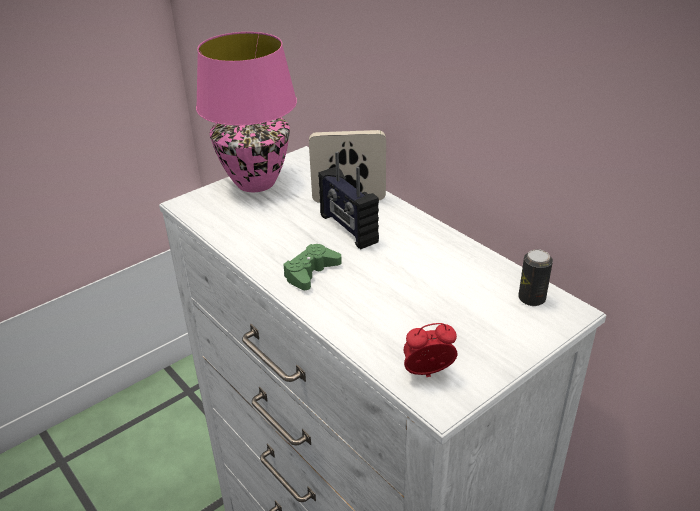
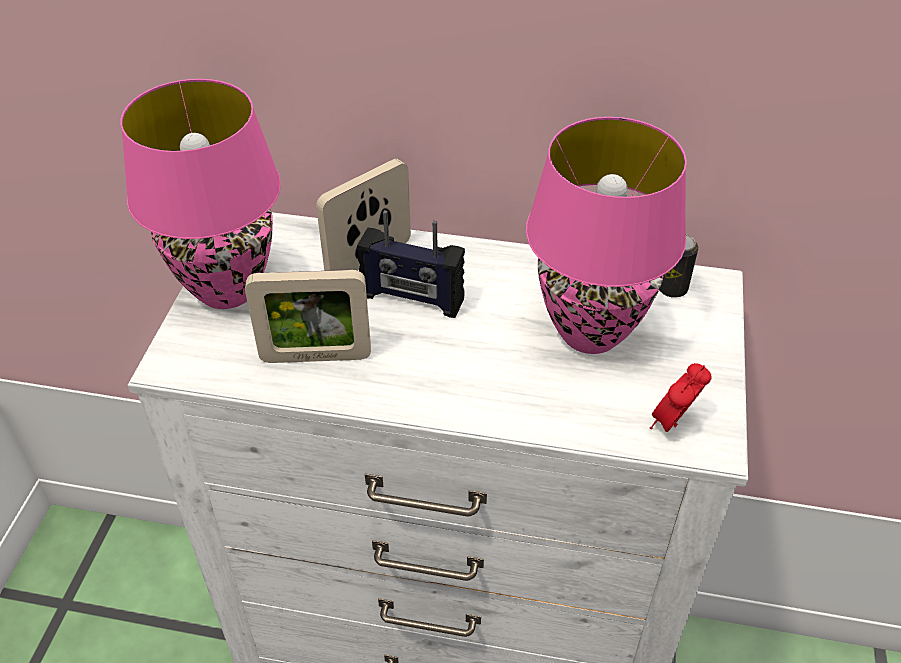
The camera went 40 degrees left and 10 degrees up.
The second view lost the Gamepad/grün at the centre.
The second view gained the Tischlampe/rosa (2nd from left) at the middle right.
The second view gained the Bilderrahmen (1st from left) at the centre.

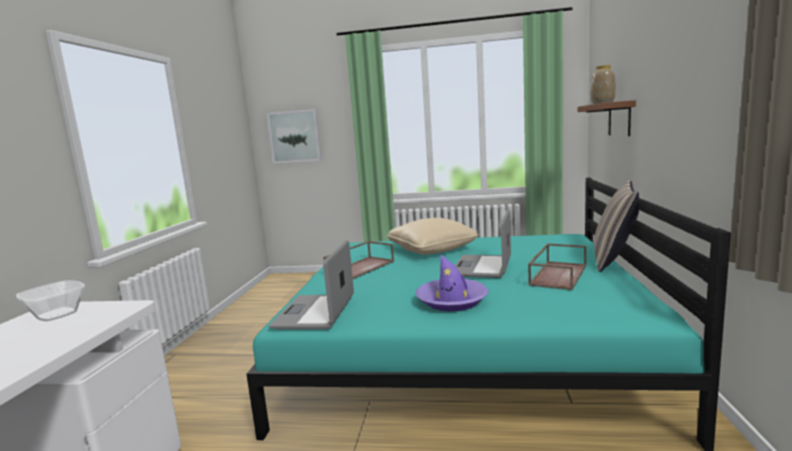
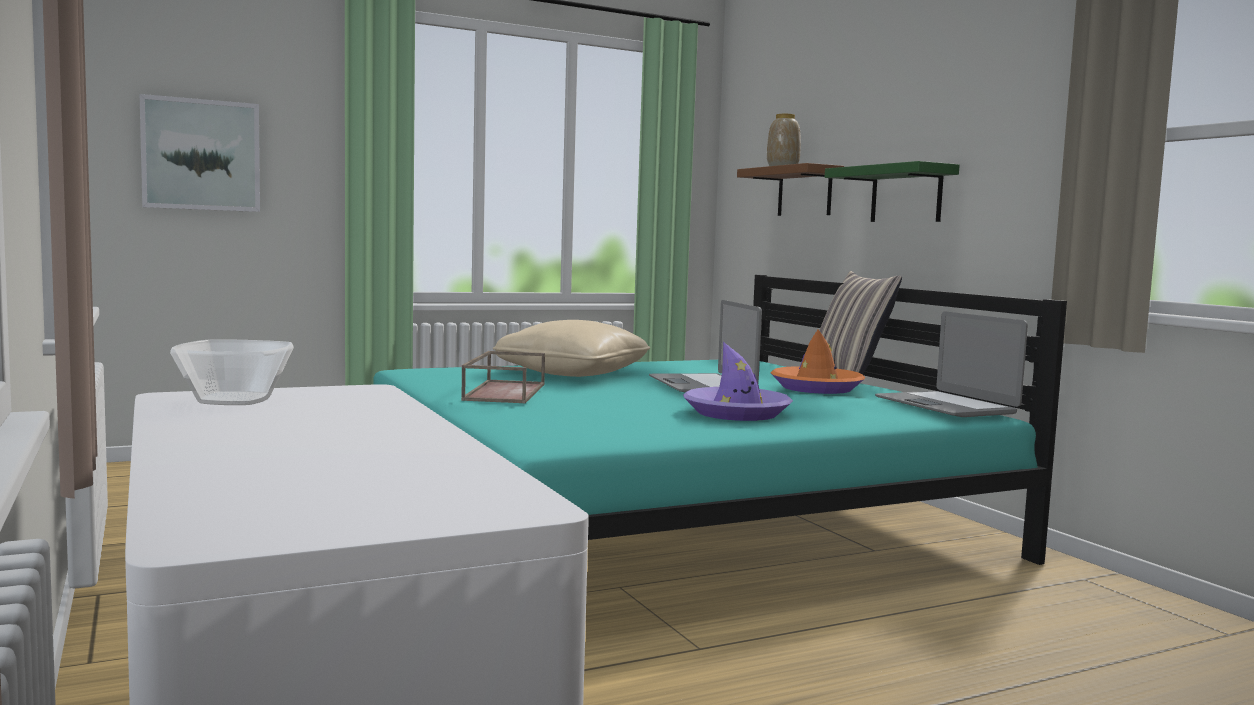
The camera went 35 degrees left and 5 degrees down.
The Laptop (1st from left in the first image) ended up elsewhere, having gone from the centre to the middle right.
Where the Tablett/braun (2nd from left) stood at the middle right, the Hut/orange came to stand at the centre.
The second view gained the Wandregal/grün at the top right.

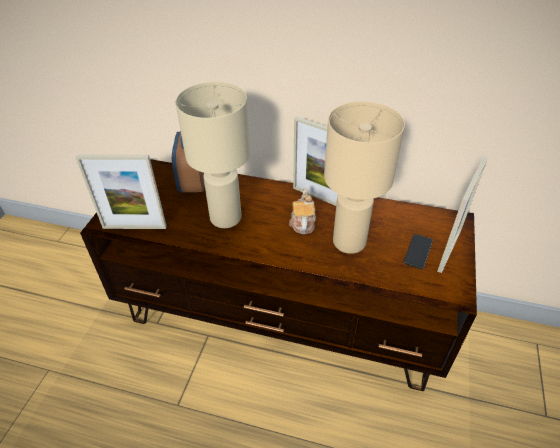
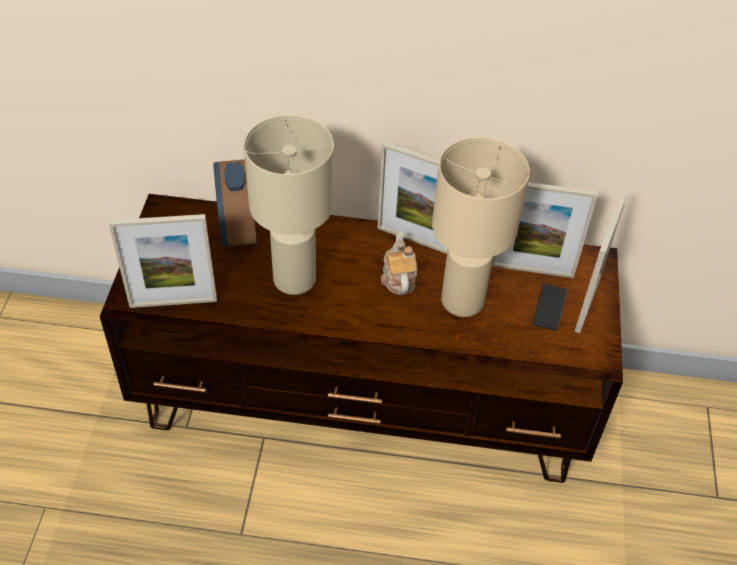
The camera went 10 degrees left and 5 degrees up.
The second view gained the Bilderrahmen (3rd from left) at the middle right.

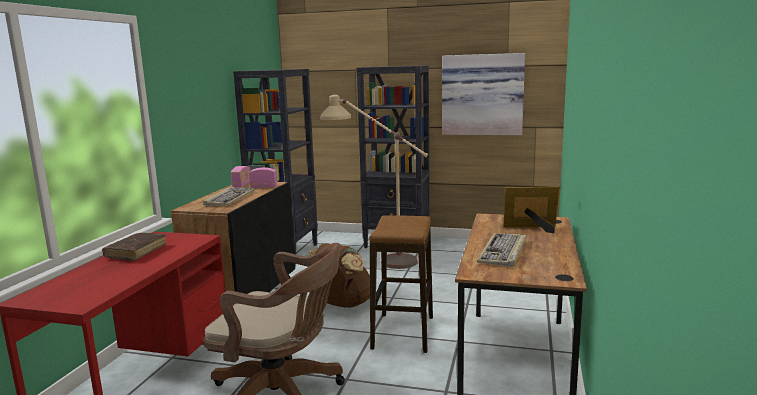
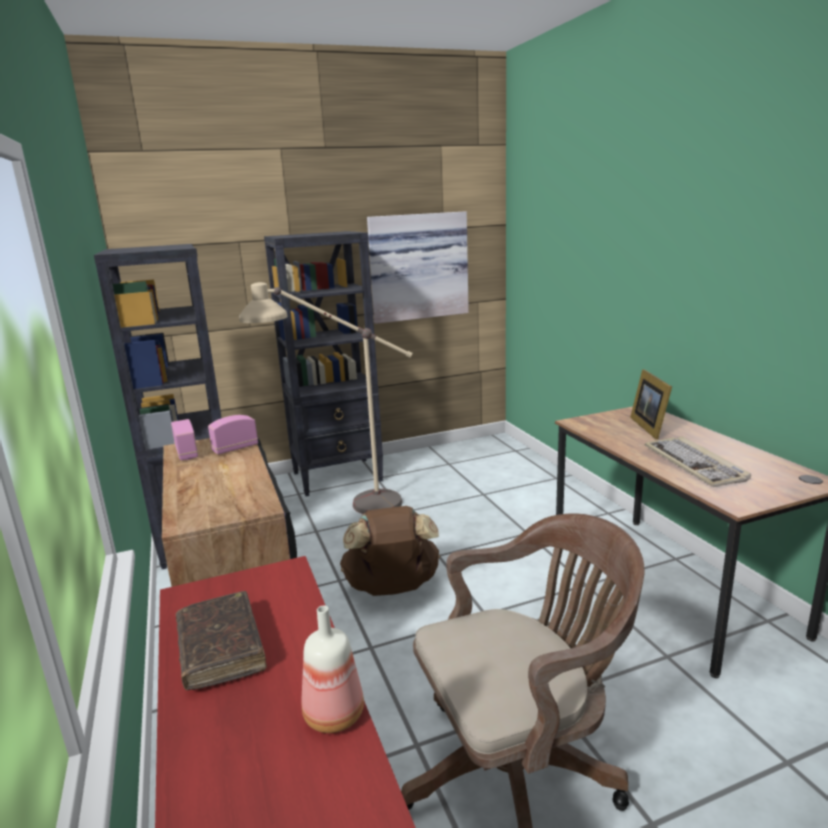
The camera went 35 degrees left and 5 degrees up.
The Bilderrahmen at the middle right ended up facing another way, 60 degrees counterclockwise from before.
The second view lost the Tastatur (1st from left) at the middle left.
The second view lost the Hocker at the bottom centre.
The second view gained the Flasche at the bottom centre.

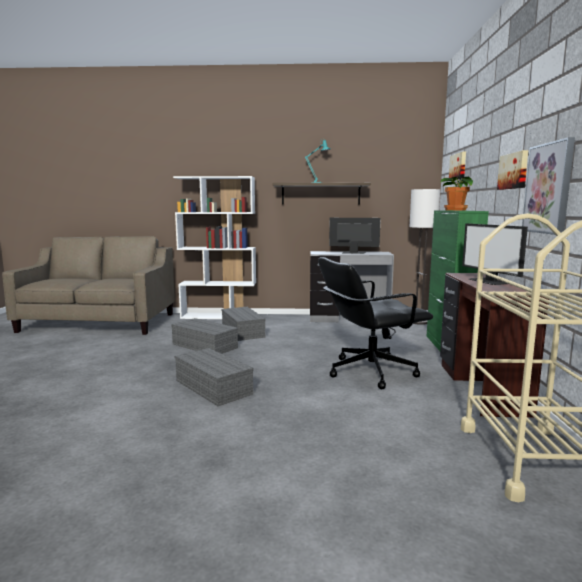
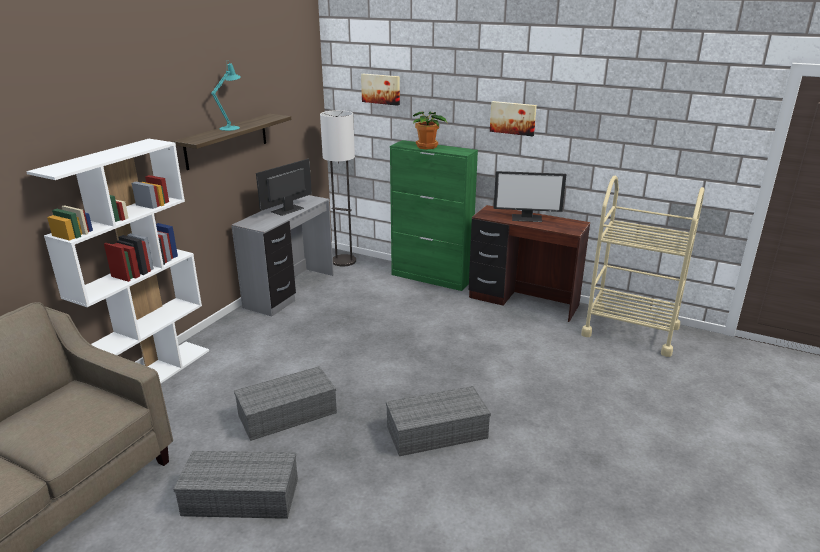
The camera went 65 degrees left and 15 degrees up.
The second view lost the Bild (3rd from left) at the top right.
The second view lost the Bürostuhl/schwarz at the centre.
The Aufbewahrungsbox/grau (3rd from left in the first image) ended up elsewhere, having gone from the centre to the bottom left.

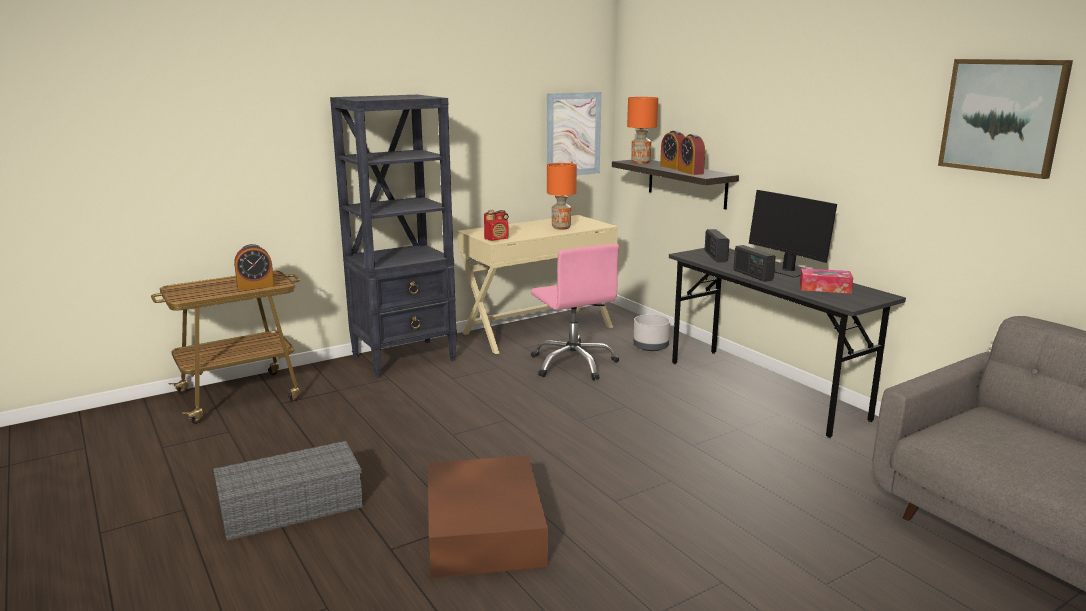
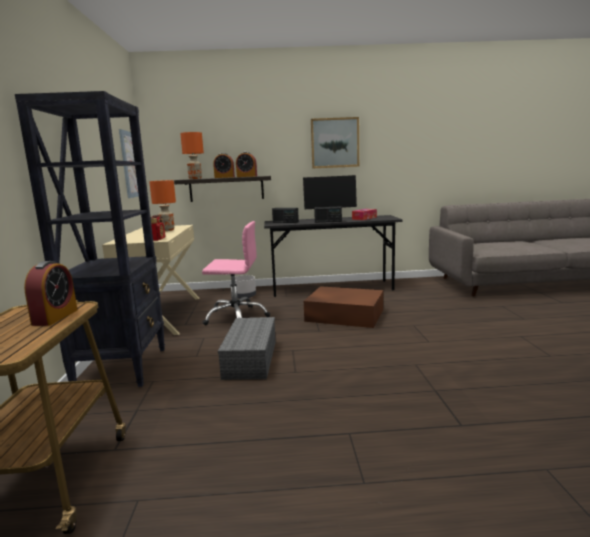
The camera went 60 degrees left and 5 degrees down.
The Bild (2nd from left) ended up elsewhere, having gone from the top right to the top centre.
The Aufbewahrungsbox/grau ended up elsewhere, having gone from the bottom left to the centre.
The Aufbewahrungsbox/braun ended up elsewhere, having gone from the bottom centre to the centre.

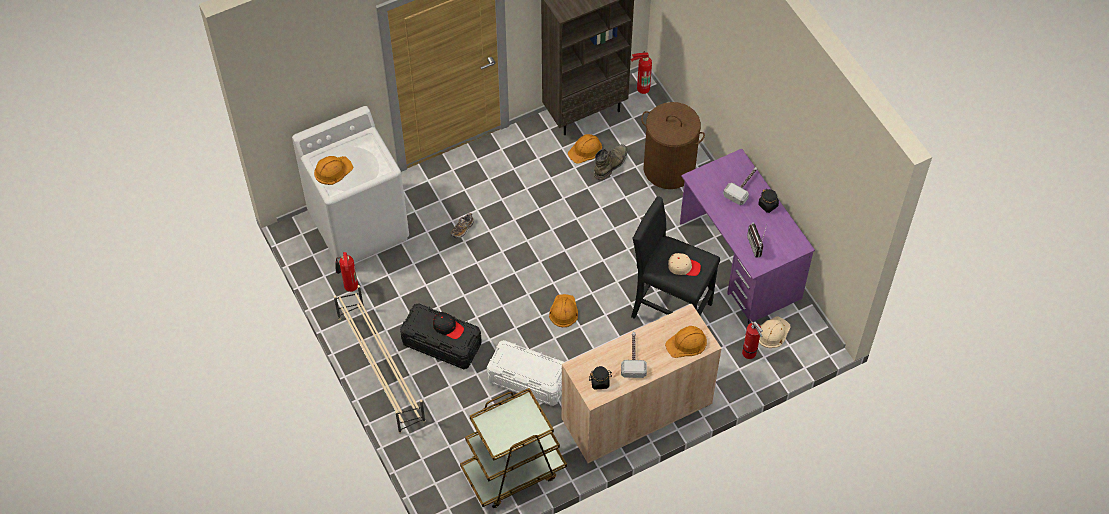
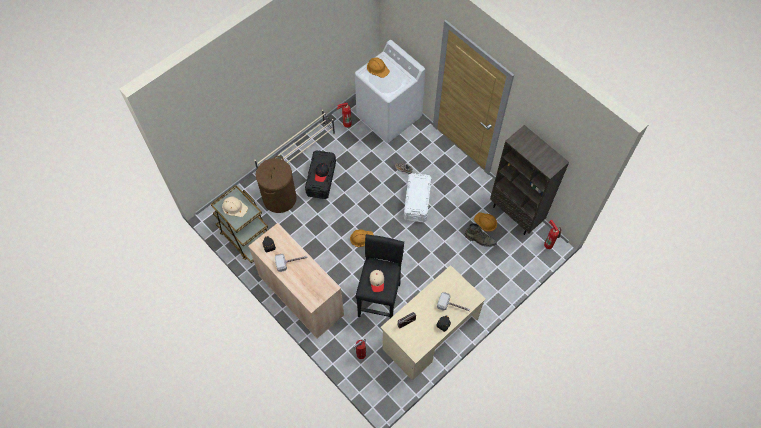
The camera went 75 degrees right and 5 degrees up.
The Wäschekorb/braun ended up elsewhere, having gone from the top centre to the centre.
What was the Schreibtisch/lila at the middle right turned into the Schreibtisch/beige at the bottom centre.
The Schutzhelm/beige ended up elsewhere, having gone from the middle right to the middle left.
The second view lost the Schutzhelm/orange (4th from left) at the centre.
The Aufbewahrungsbox/weiß ended up elsewhere, having gone from the bottom centre to the centre.

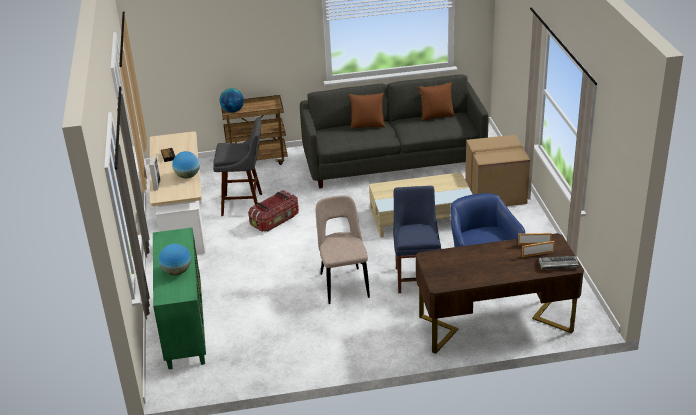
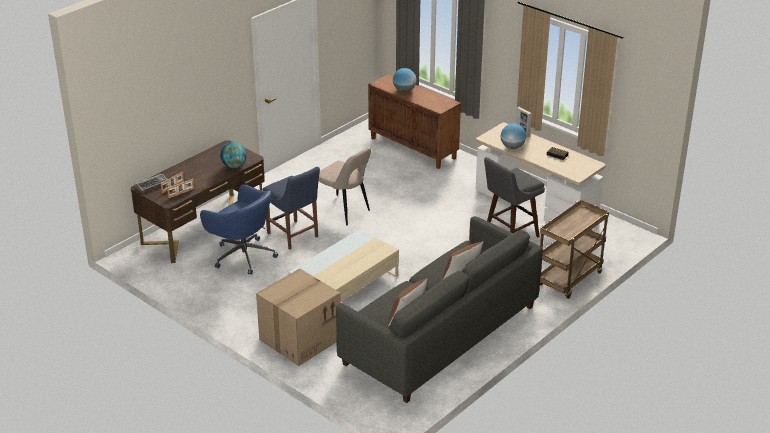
The camera went 140 degrees right and 0 degrees up.
The Globus (3rd from left in the first image) ended up elsewhere, having gone from the top centre to the middle left.
The second view lost the Aufbewahrungsbox at the centre.
What was the Schrank/grün at the bottom left turned into the Schrank/braun at the top centre.

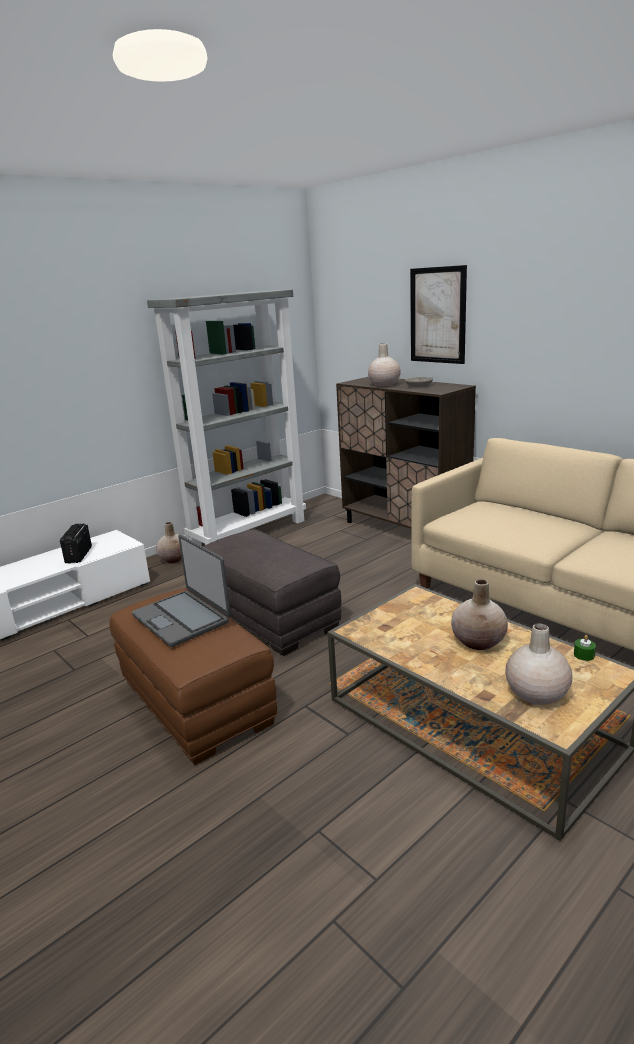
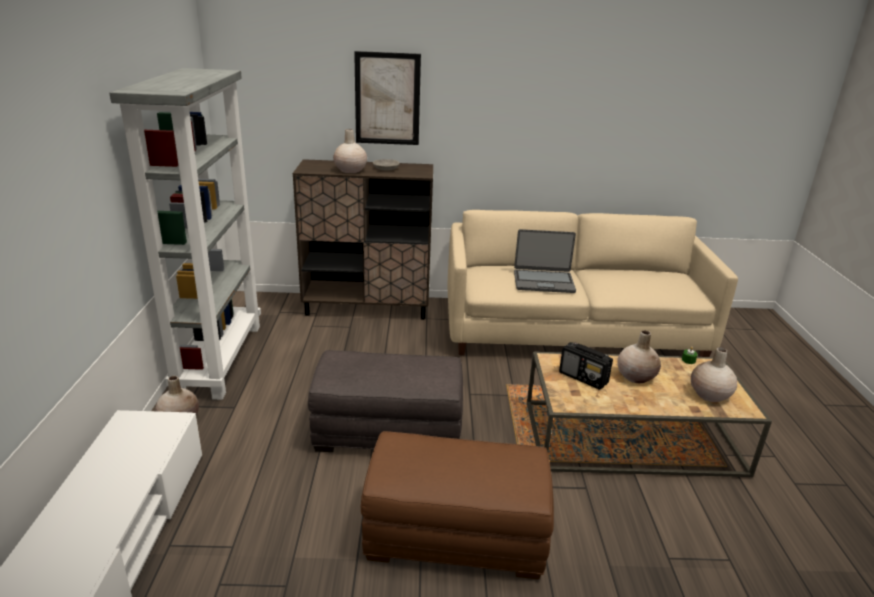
The camera went 50 degrees left and 5 degrees up.
The Radio ended up elsewhere, having gone from the middle left to the middle right.
The Laptop ended up elsewhere, having gone from the middle left to the centre.

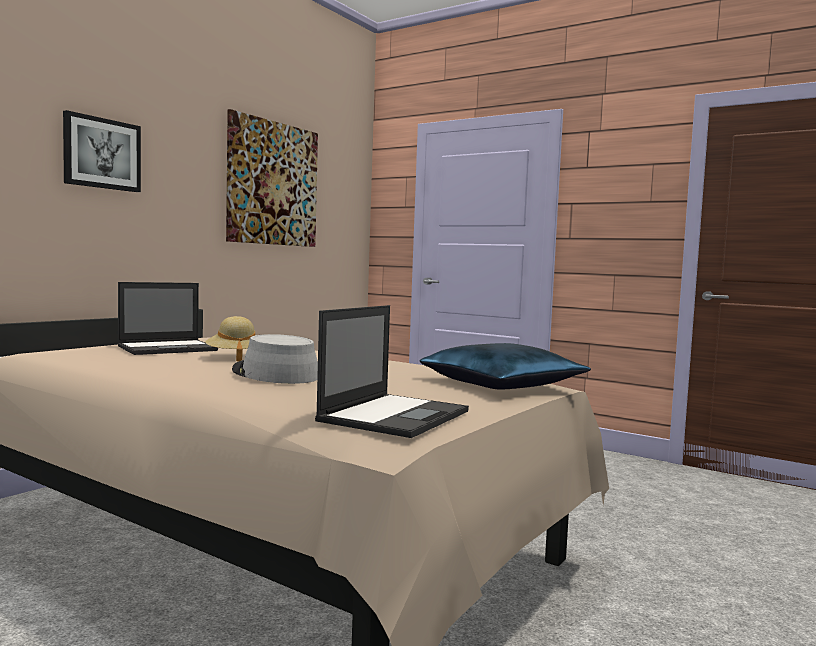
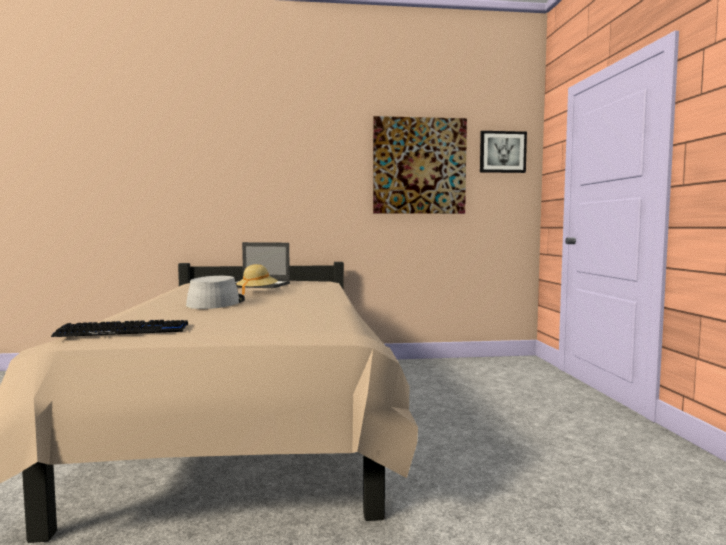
The camera went 50 degrees right and 0 degrees up.
The Bild (1st from left in the first image) ended up elsewhere, having gone from the top left to the top right.
Where the Laptop (2nd from left) stood at the centre, the Tastatur came to stand at the middle left.
The second view lost the Kissen/blau at the centre.

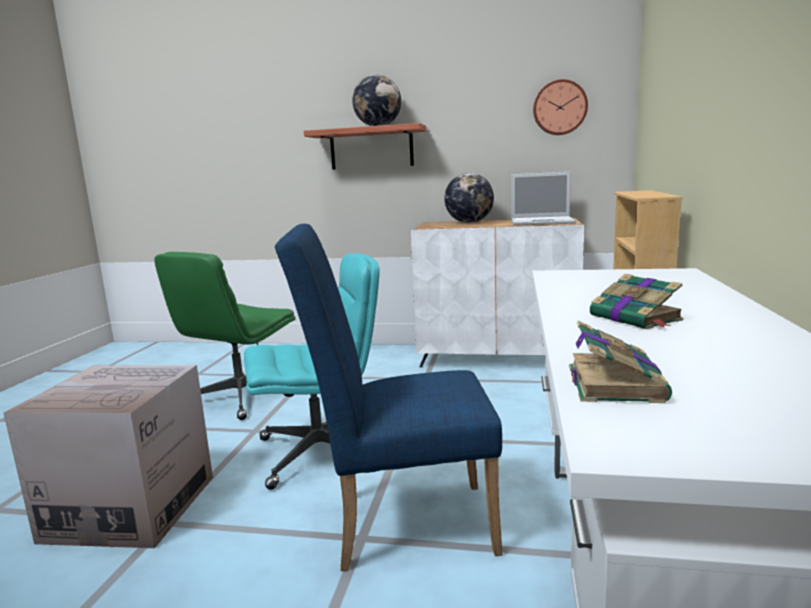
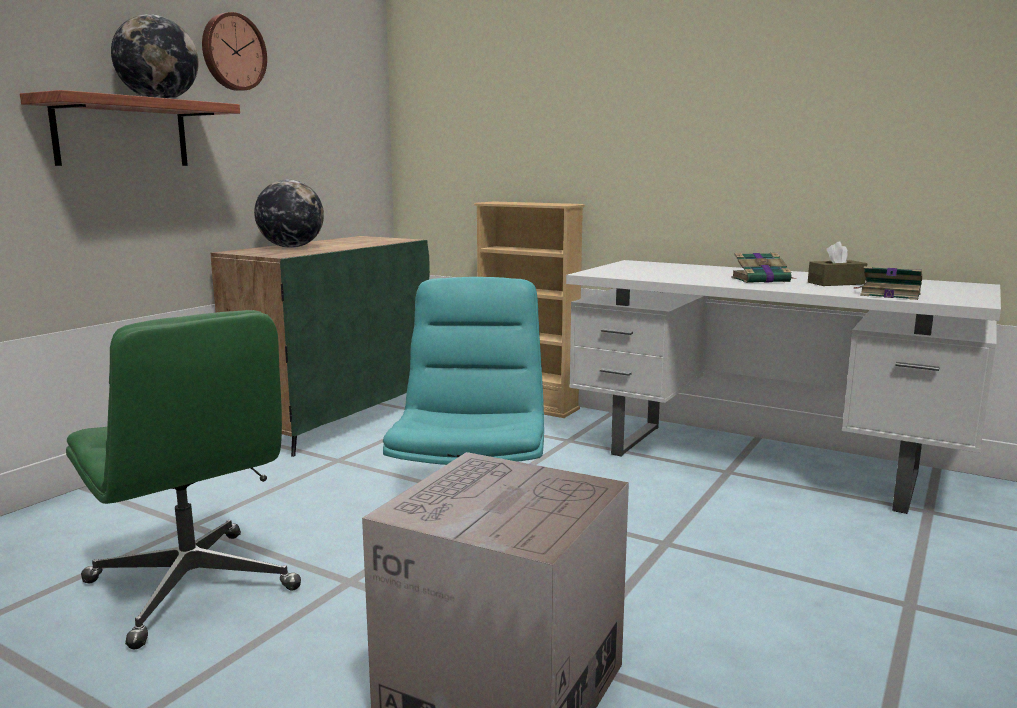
The camera went 70 degrees left and 0 degrees up.
The Wanduhr ended up elsewhere, having gone from the top right to the top left.
The second view lost the Laptop at the top right.
What was the Schrank/weiß at the centre turned into the Schrank/grün at the middle left.
The second view lost the Stuhl/blau at the centre.
The second view gained the Taschentuchbox/braun at the middle right.

